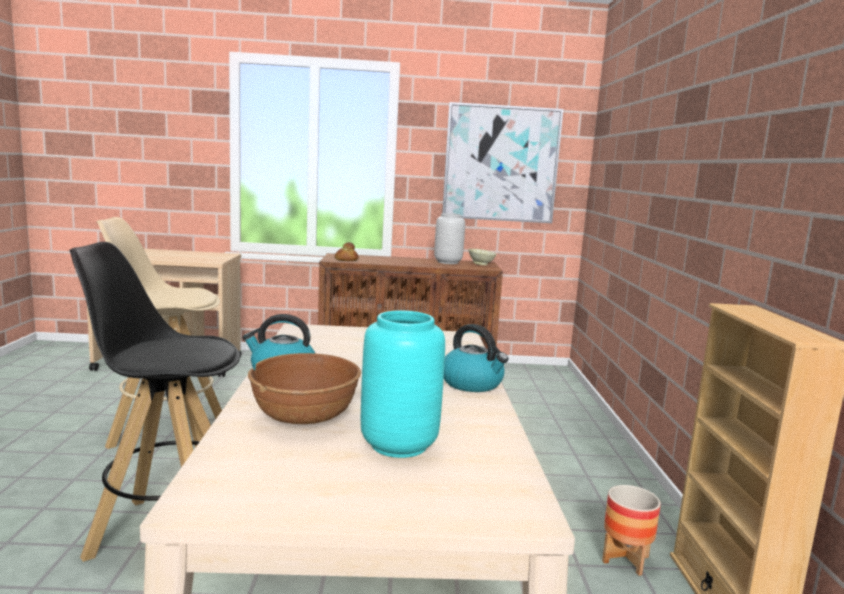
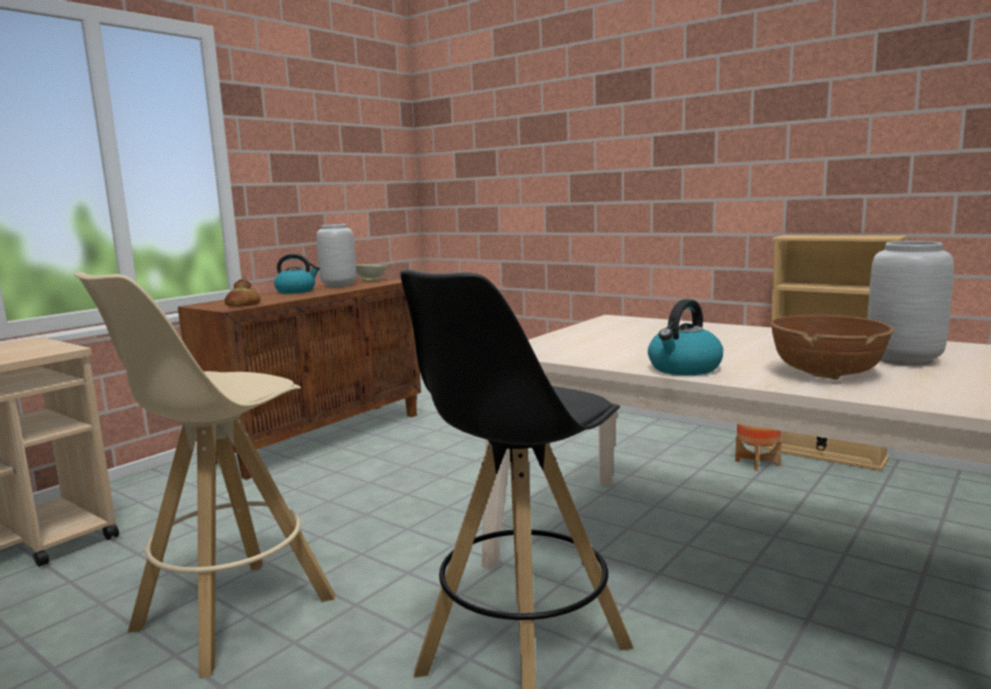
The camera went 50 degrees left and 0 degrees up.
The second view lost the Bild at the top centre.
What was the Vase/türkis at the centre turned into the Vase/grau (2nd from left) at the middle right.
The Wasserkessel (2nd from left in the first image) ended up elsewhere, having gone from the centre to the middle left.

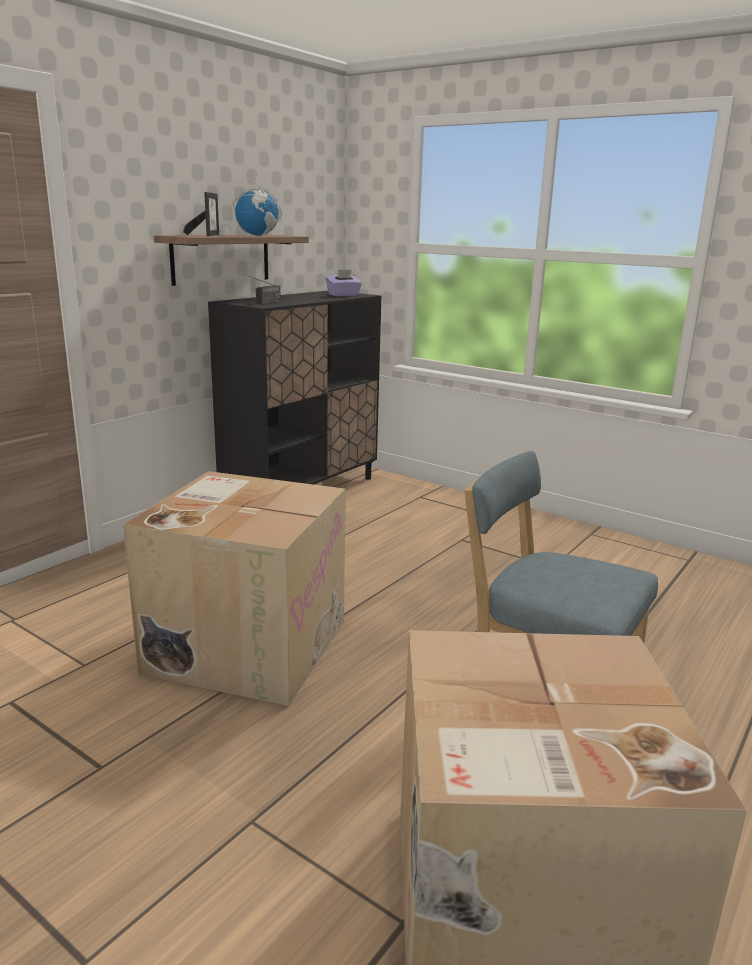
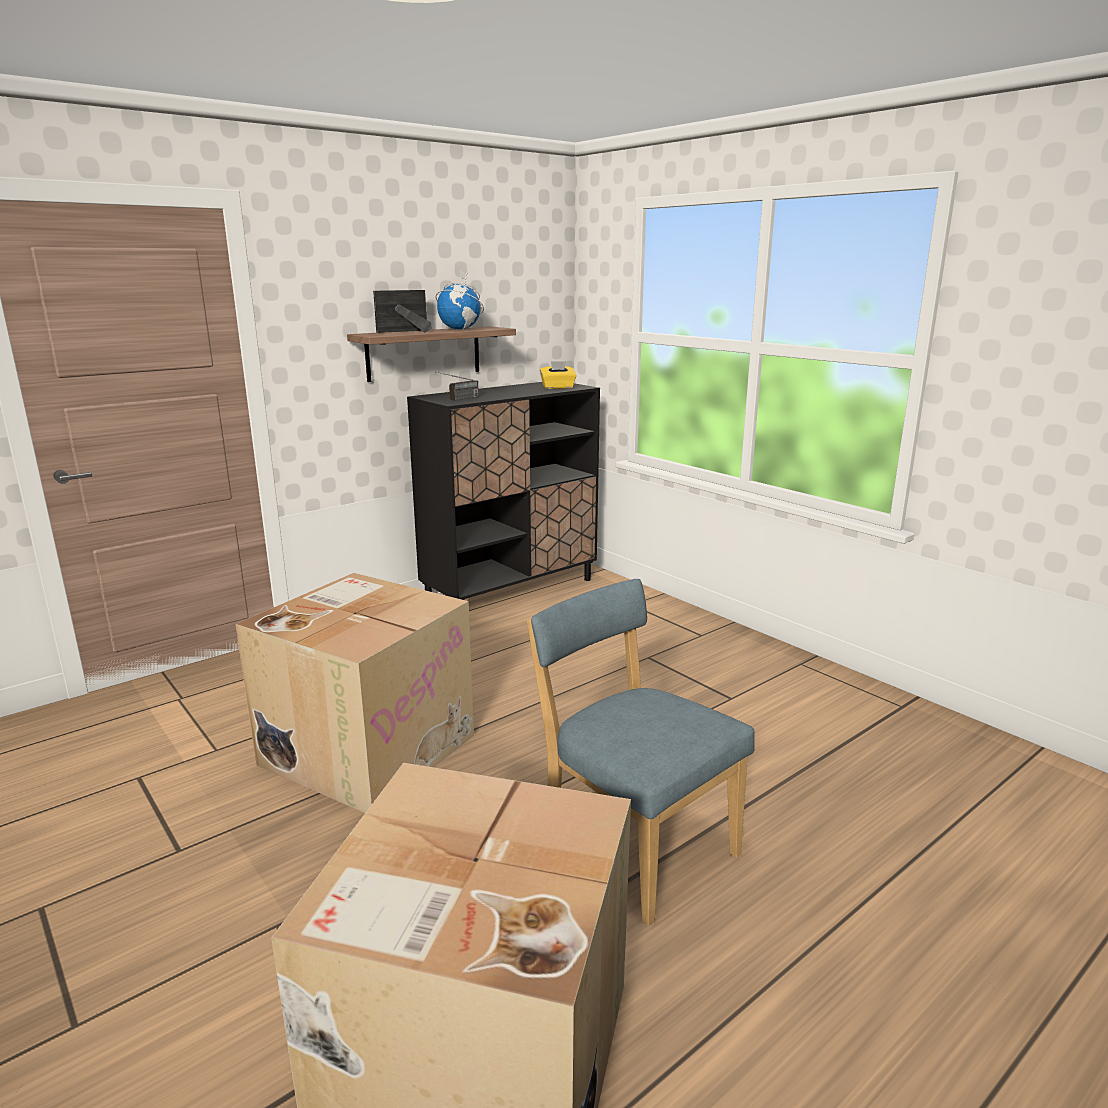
The camera went 15 degrees right and 0 degrees up.
The Bilderrahmen at the top left ended up facing another way, 135 degrees counterclockwise from before.
What was the Taschentuchbox/lila at the top centre turned into the Taschentuchbox/gelb at the centre.

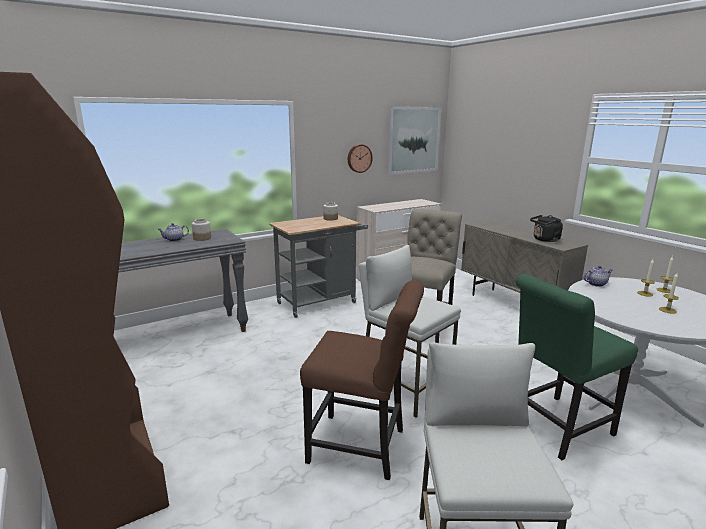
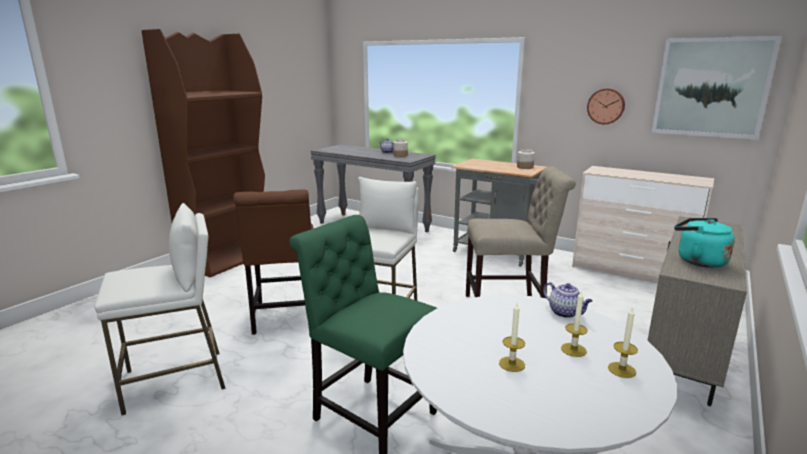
The camera went 65 degrees right and 0 degrees up.
What was the Wasserkessel/schwarz at the middle right turned into the Wasserkessel/türkis at the middle right.

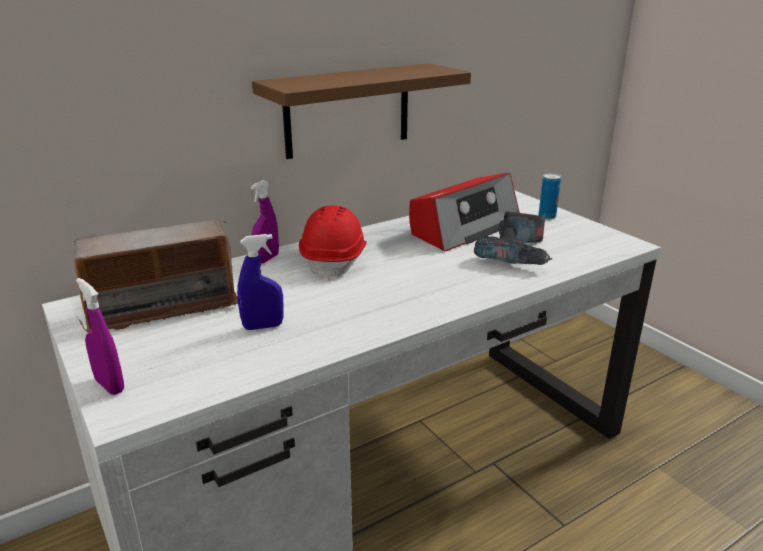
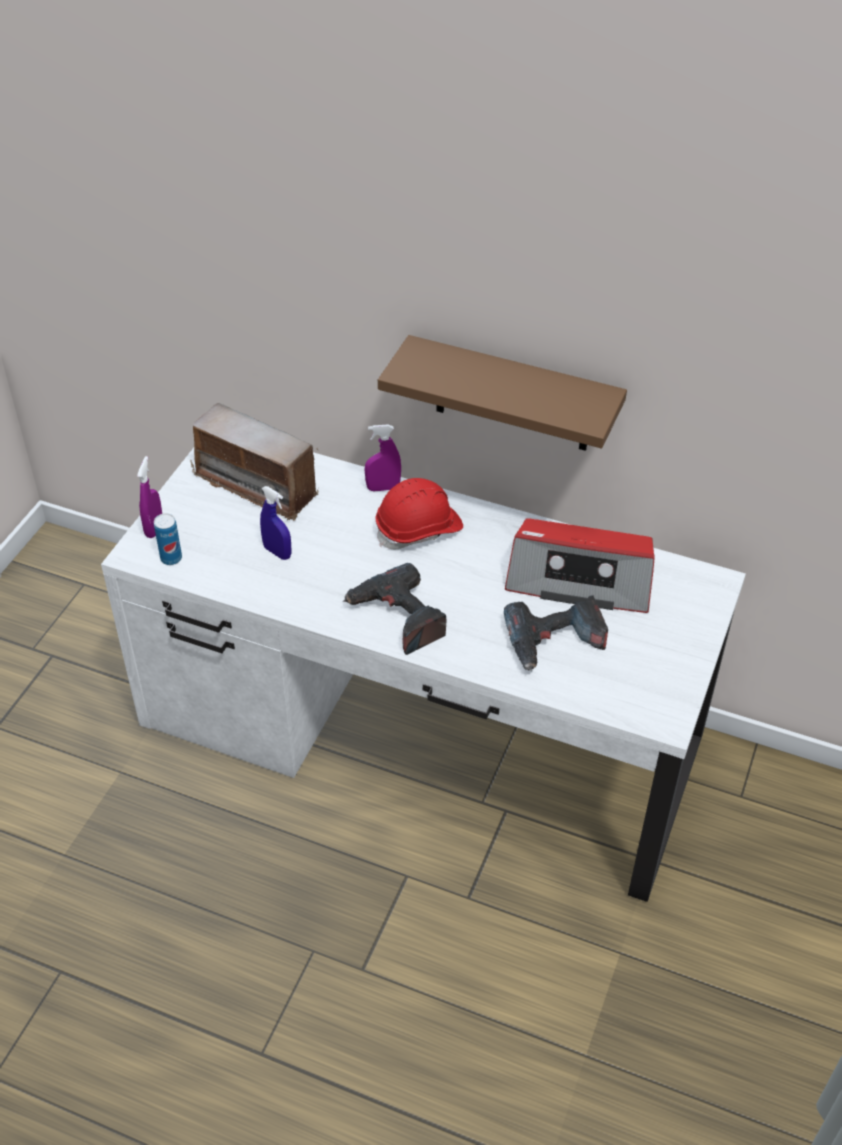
The camera went 55 degrees right and 20 degrees up.
The Dose ended up elsewhere, having gone from the middle right to the middle left.
The second view gained the Bohrmaschine (1st from left) at the centre.

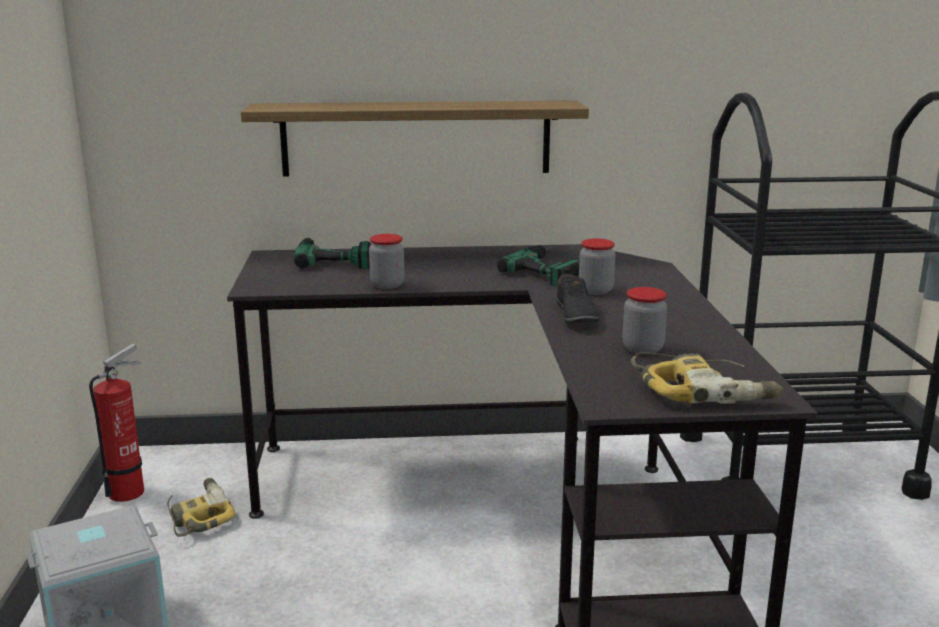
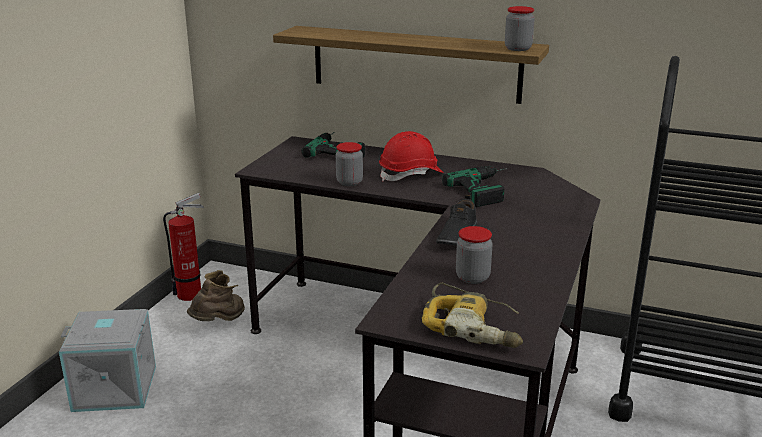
The camera went 25 degrees right and 5 degrees up.
The Vorratsglas (2nd from left in the first image) ended up elsewhere, having gone from the centre to the top right.
Where the Bohrmaschine (1st from left) stood at the bottom left, the Stiefel/braun came to stand at the bottom left.
The second view gained the Schutzhelm/rot at the centre.

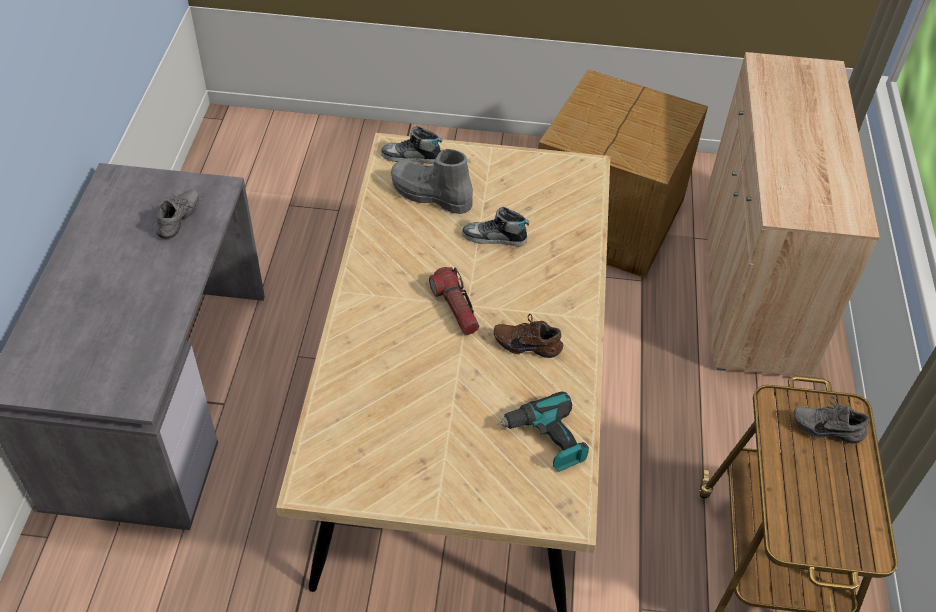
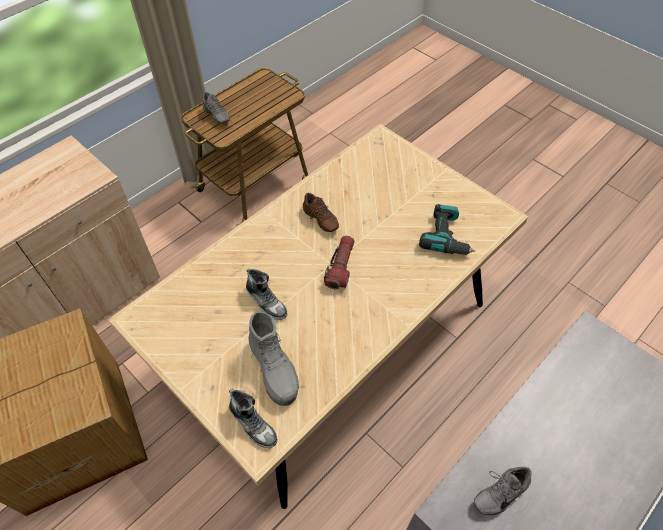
The camera went 140 degrees left and 5 degrees up.
The Bohrmaschine ended up elsewhere, having gone from the bottom centre to the middle right.

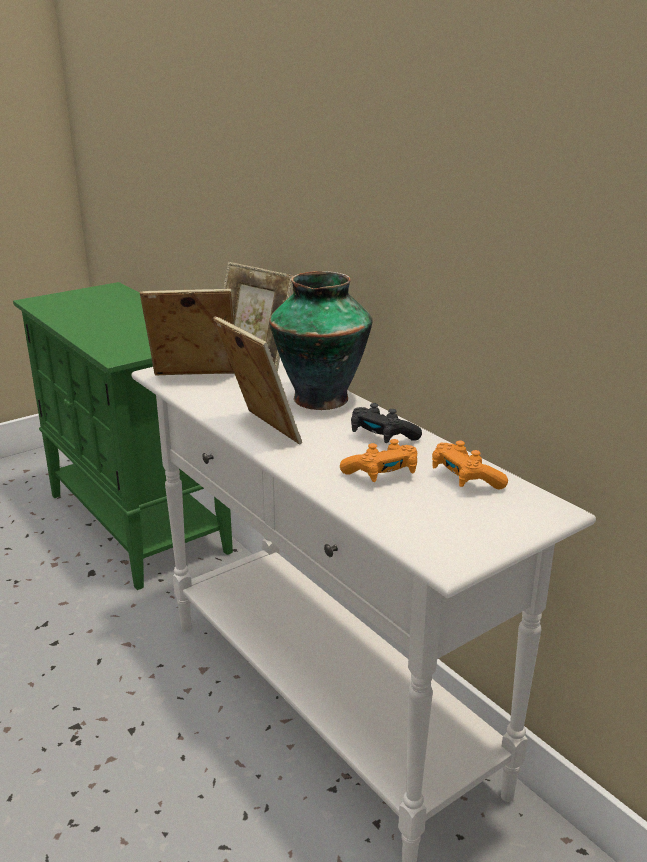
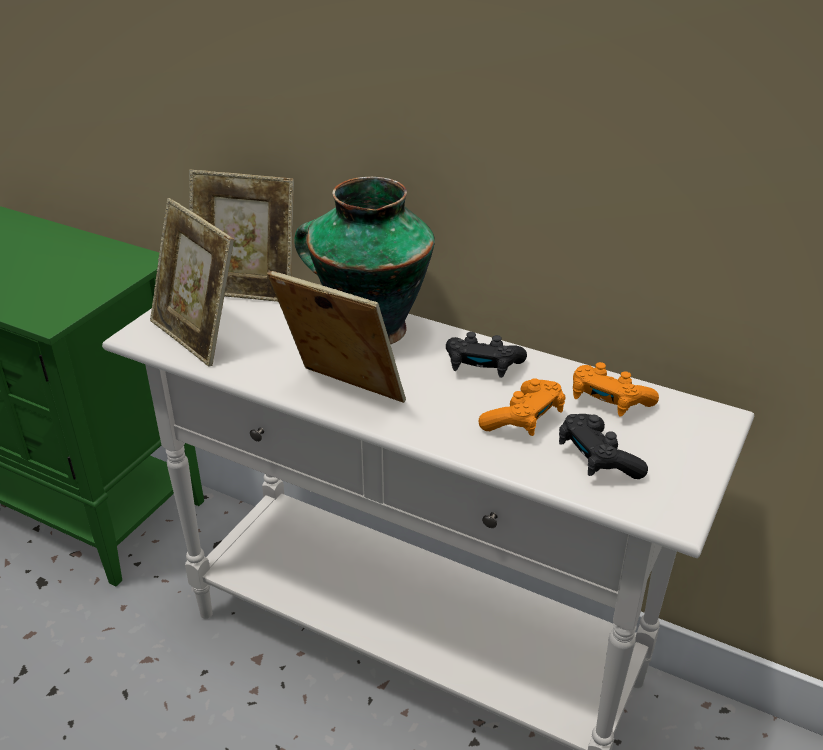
The camera went 25 degrees left and 10 degrees up.
The Bilderrahmen (1st from left) at the middle left ended up facing another way, 105 degrees counterclockwise from before.
The second view gained the Gamepad/schwarz (2nd from left) at the middle right.

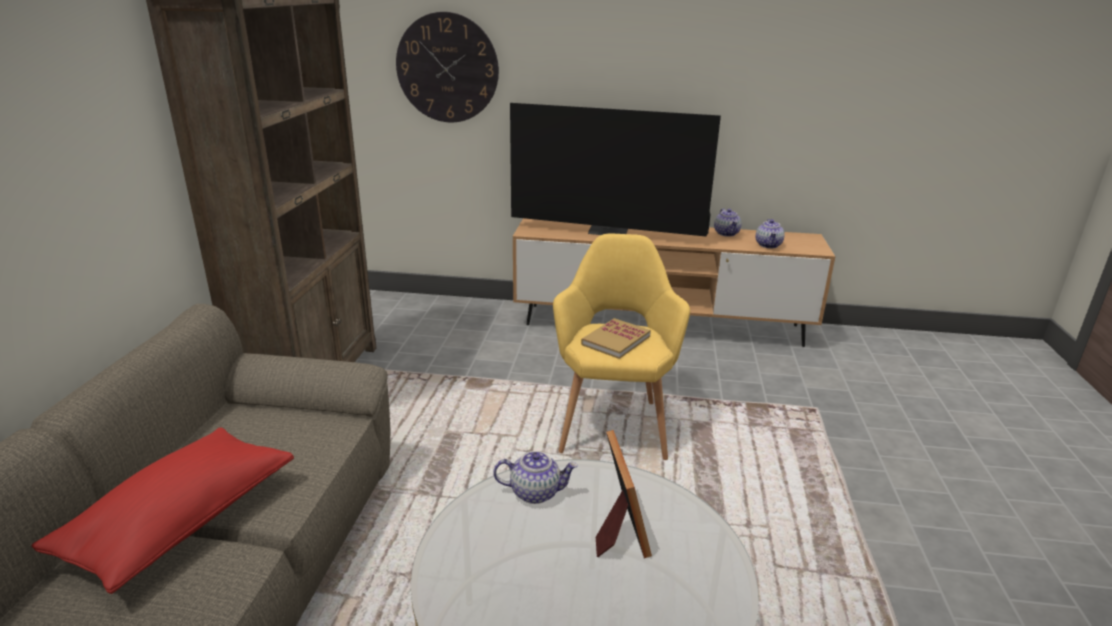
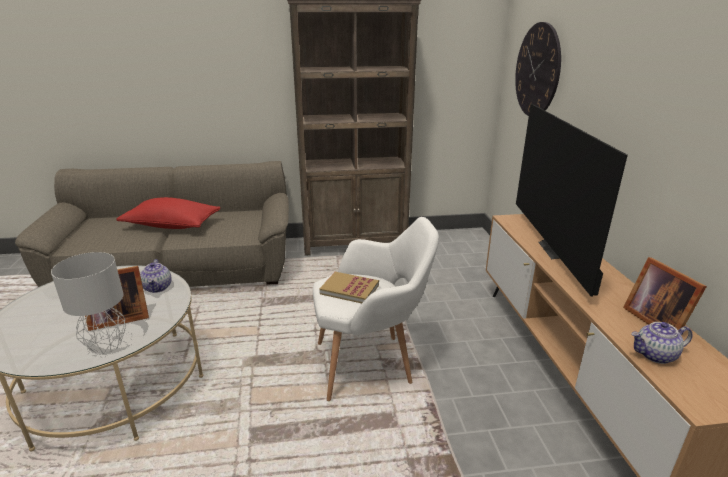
The camera went 75 degrees right and 0 degrees up.
Where the Teekanne (2nd from left) stood at the centre, the Bilderrahmen (2nd from left) came to stand at the middle right.
What was the Sessel/gelb at the centre turned into the Sessel/weiß at the centre.
The second view gained the Tischlampe/grau at the middle left.

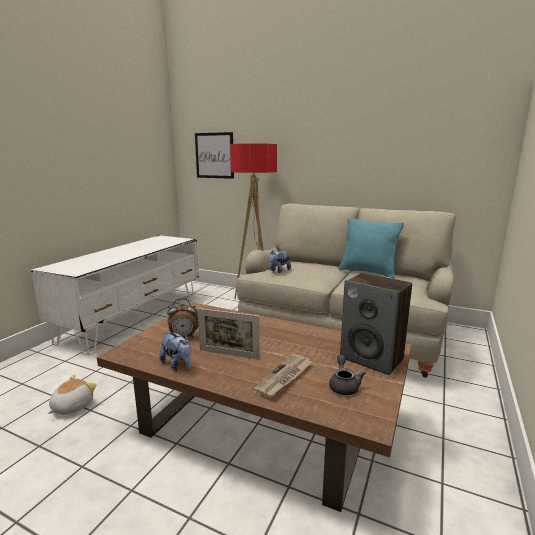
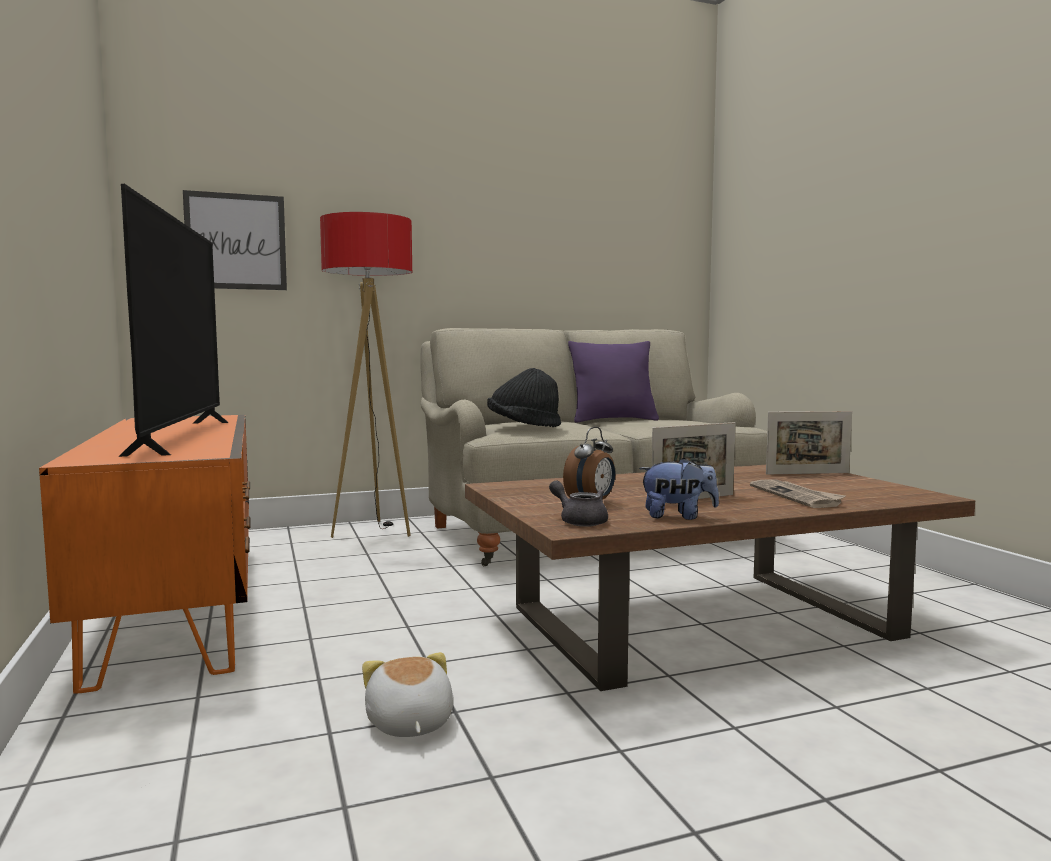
The camera went 45 degrees left and 10 degrees down.
What was the Kissen/türkis at the middle right turned into the Kissen/lila at the centre.
What was the Fernsehschrank/weiß at the middle left turned into the Fernsehschrank/orange at the middle left.
Where the Plüschtier (3rd from left) stood at the centre, the Hut/schwarz came to stand at the centre.
Where the Lautsprecher stood at the middle right, the Bilderrahmen (2nd from left) came to stand at the middle right.
The Teekanne/grau ended up elsewhere, having gone from the bottom centre to the centre.
The second view gained the Fernseher at the middle left.

